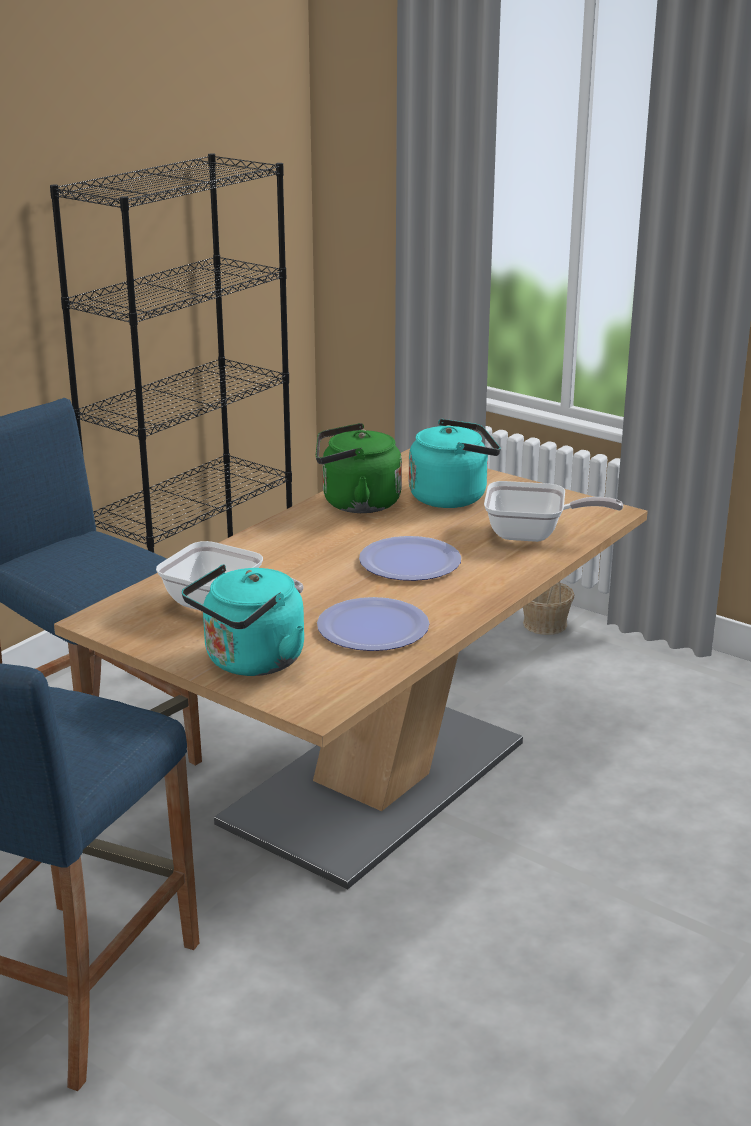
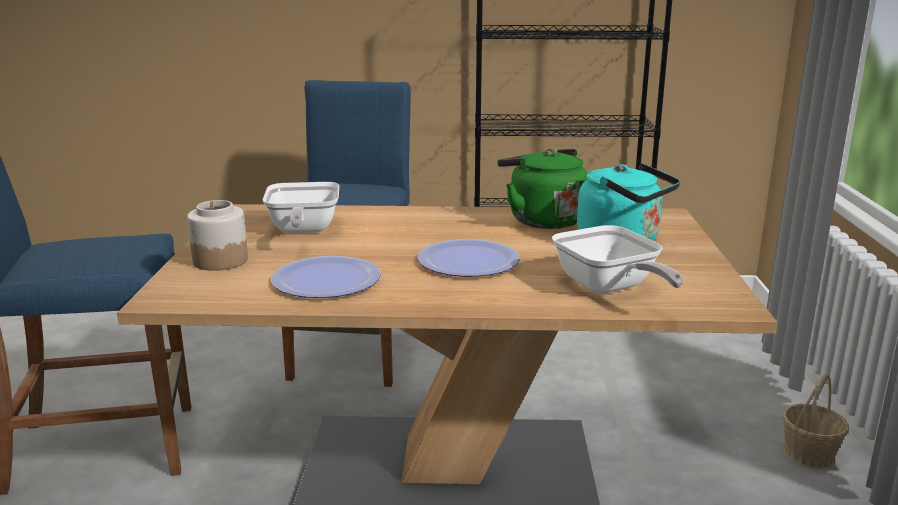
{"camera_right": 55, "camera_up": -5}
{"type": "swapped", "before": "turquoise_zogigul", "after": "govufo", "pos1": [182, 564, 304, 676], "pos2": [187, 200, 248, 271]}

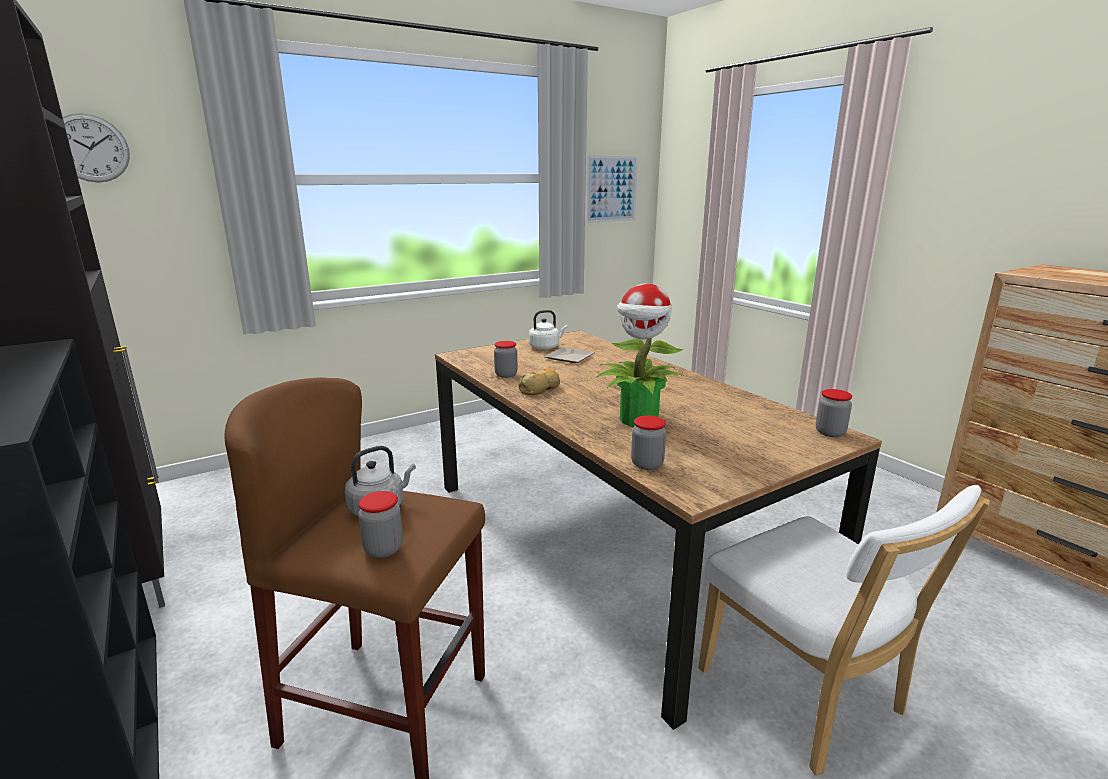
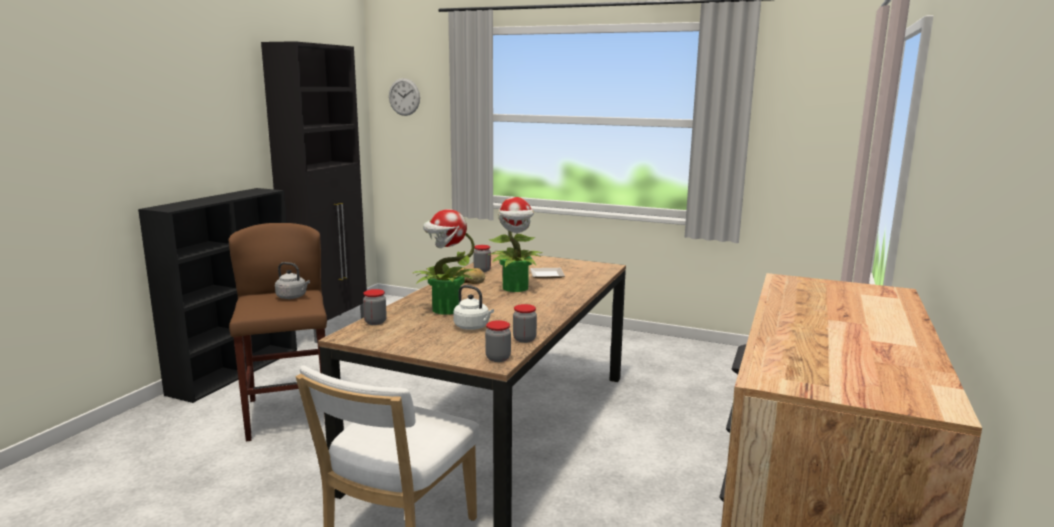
{"camera_right": 55, "camera_up": -5}
{"type": "gone", "before": "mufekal", "pos1": [586, 156, 638, 223]}
{"type": "shifted", "before": "white_zogigul", "pos1": [529, 310, 568, 350], "pos2": [453, 285, 494, 330]}
{"type": "shifted", "before": "govufo", "pos1": [358, 491, 403, 558], "pos2": [513, 304, 537, 343]}
{"type": "new", "after": "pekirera", "pos2": [488, 197, 542, 292]}

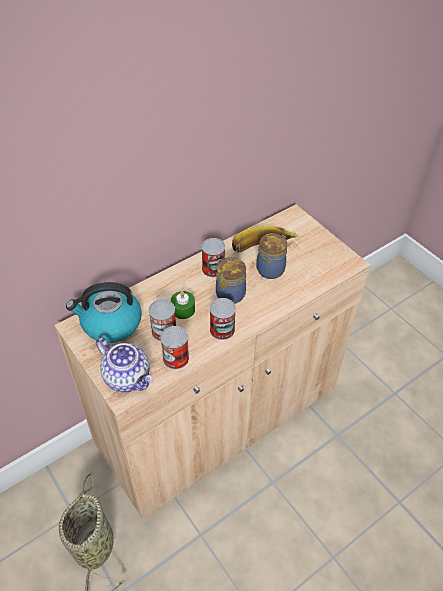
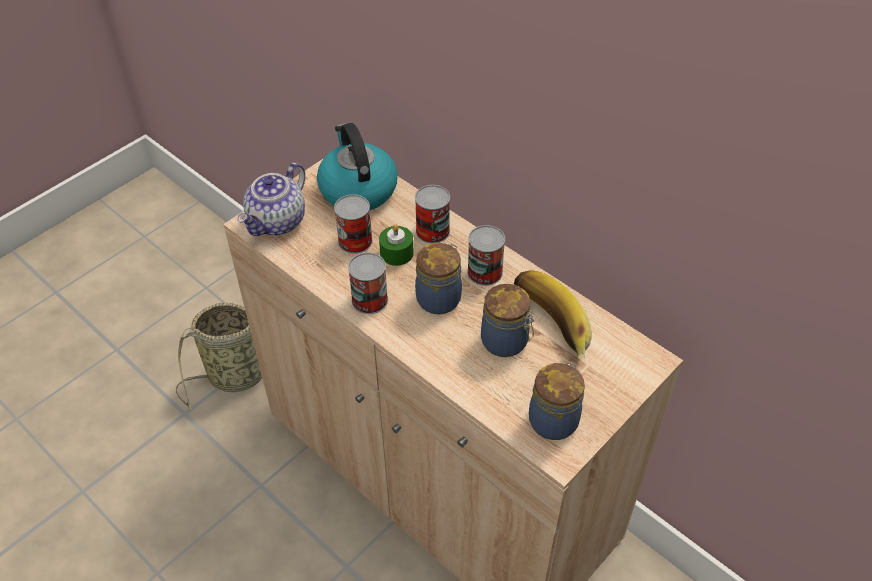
{"camera_right": 80, "camera_up": 0}
{"type": "shifted", "before": "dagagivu", "pos1": [160, 326, 189, 369], "pos2": [415, 185, 450, 244]}
{"type": "new", "after": "govufo", "pos2": [529, 362, 585, 440]}

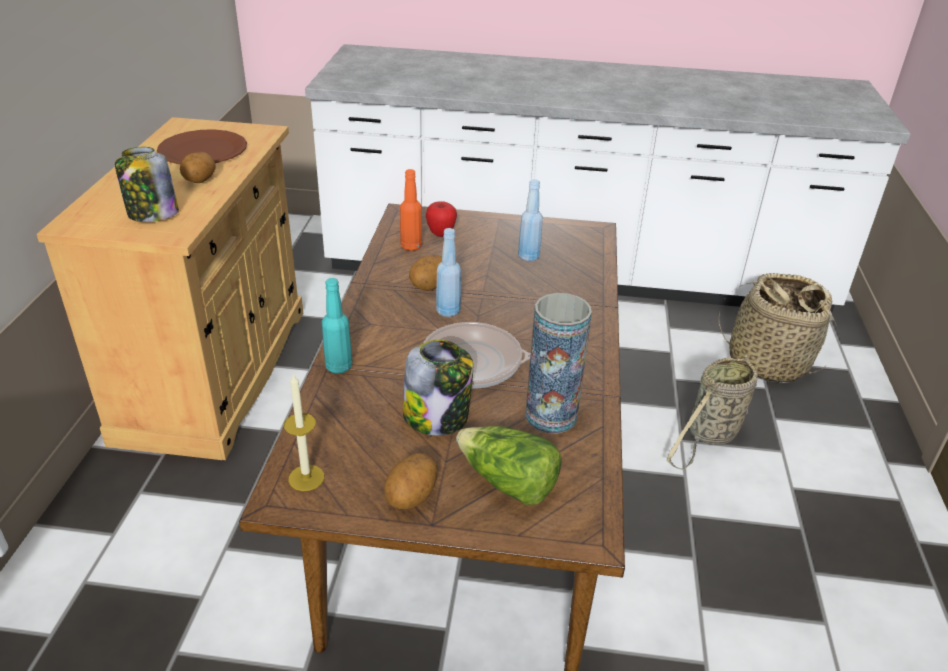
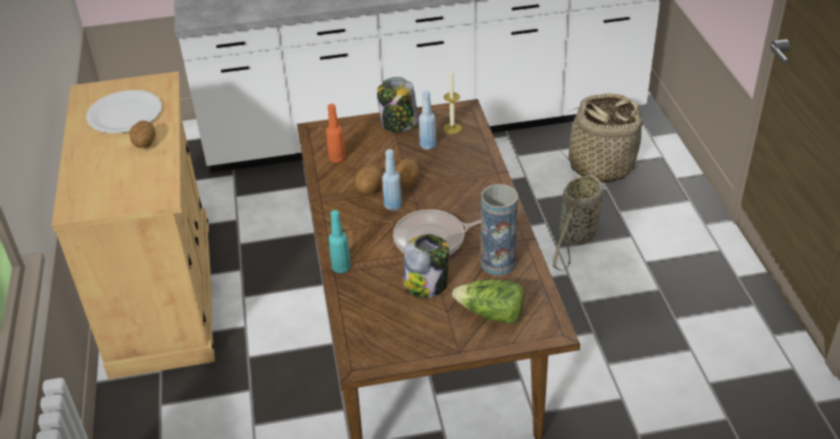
{"camera_right": -15, "camera_up": 5}
{"type": "repainted", "before": "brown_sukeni", "after": "white_sukeni", "pos1": [157, 129, 247, 164], "pos2": [86, 90, 162, 133]}
{"type": "shifted", "before": "govufo", "pos1": [115, 147, 179, 222], "pos2": [377, 77, 418, 132]}
{"type": "gone", "before": "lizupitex", "pos1": [426, 201, 457, 237]}
{"type": "shifted", "before": "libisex", "pos1": [284, 373, 324, 491], "pos2": [443, 70, 462, 134]}
{"type": "shifted", "before": "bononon", "pos1": [384, 453, 437, 509], "pos2": [396, 159, 419, 189]}

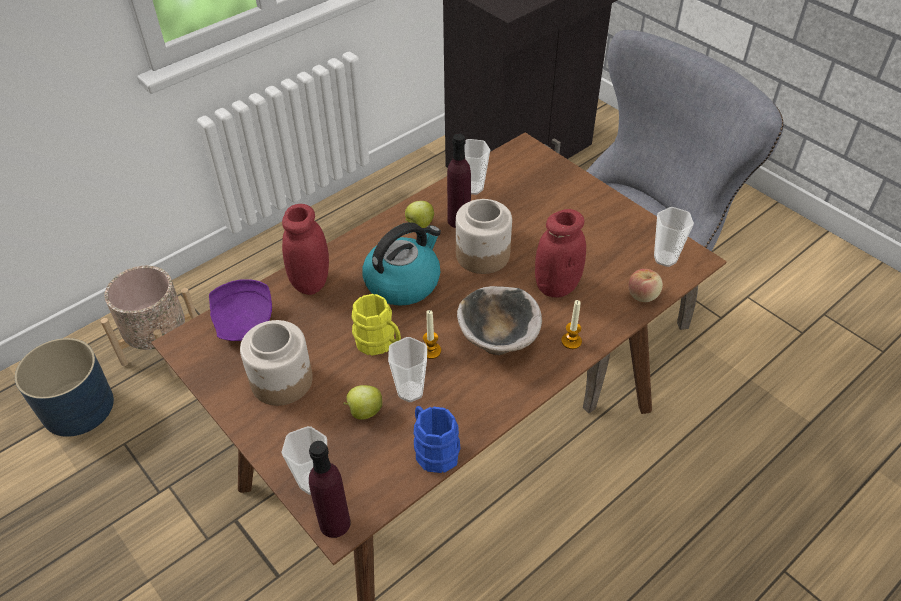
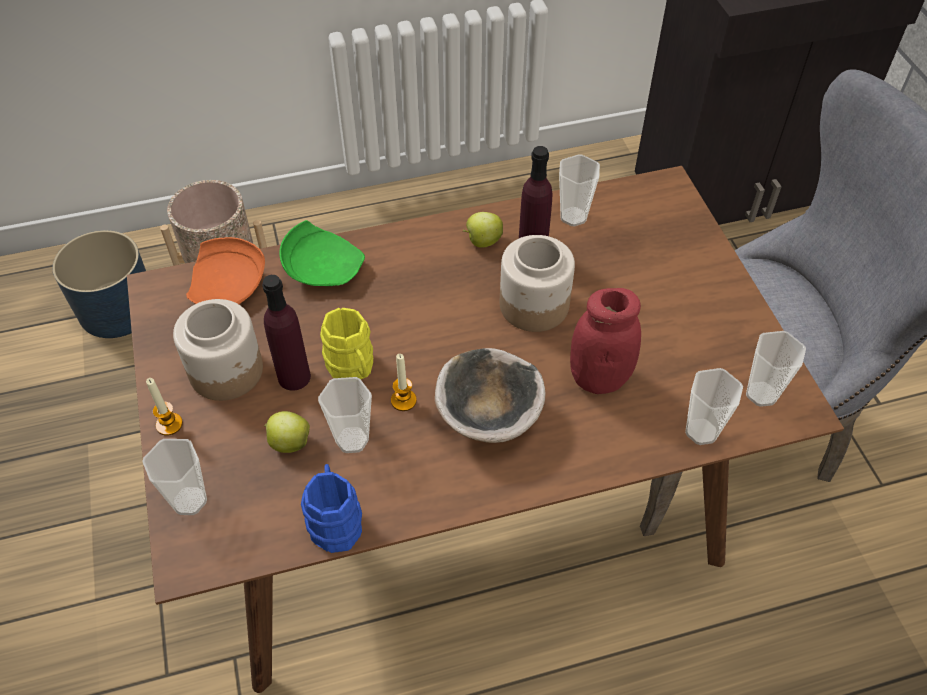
{"camera_right": 25, "camera_up": 5}
{"type": "swapped", "before": "red_govufo", "after": "green_sukeni", "pos1": [282, 204, 329, 295], "pos2": [279, 220, 365, 286]}
{"type": "gone", "before": "zogigul", "pos1": [363, 222, 441, 306]}
{"type": "swapped", "before": "lizupitex", "after": "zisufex", "pos1": [628, 269, 663, 302], "pos2": [685, 368, 743, 445]}
{"type": "repainted", "before": "purple_sukeni", "after": "orange_sukeni", "pos1": [209, 279, 272, 341], "pos2": [186, 237, 265, 304]}
{"type": "shifted", "before": "libisex", "pos1": [561, 300, 582, 349], "pos2": [146, 378, 183, 436]}
{"type": "shifted", "before": "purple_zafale", "pos1": [309, 441, 351, 538], "pos2": [262, 275, 311, 391]}

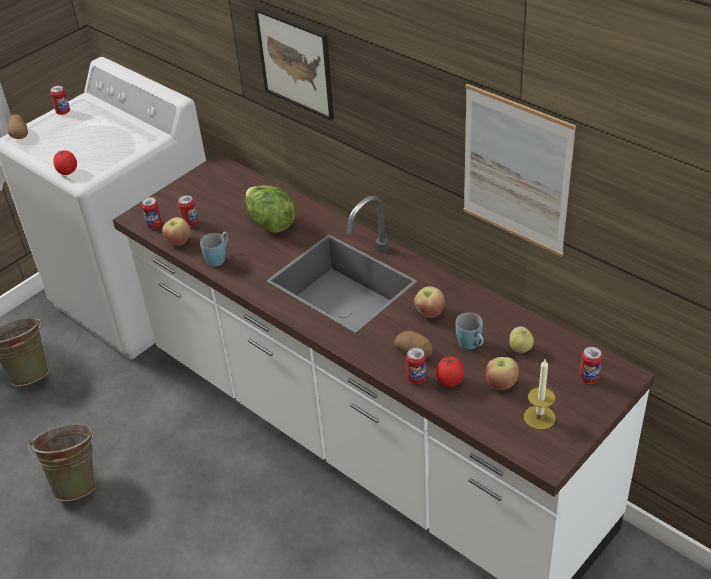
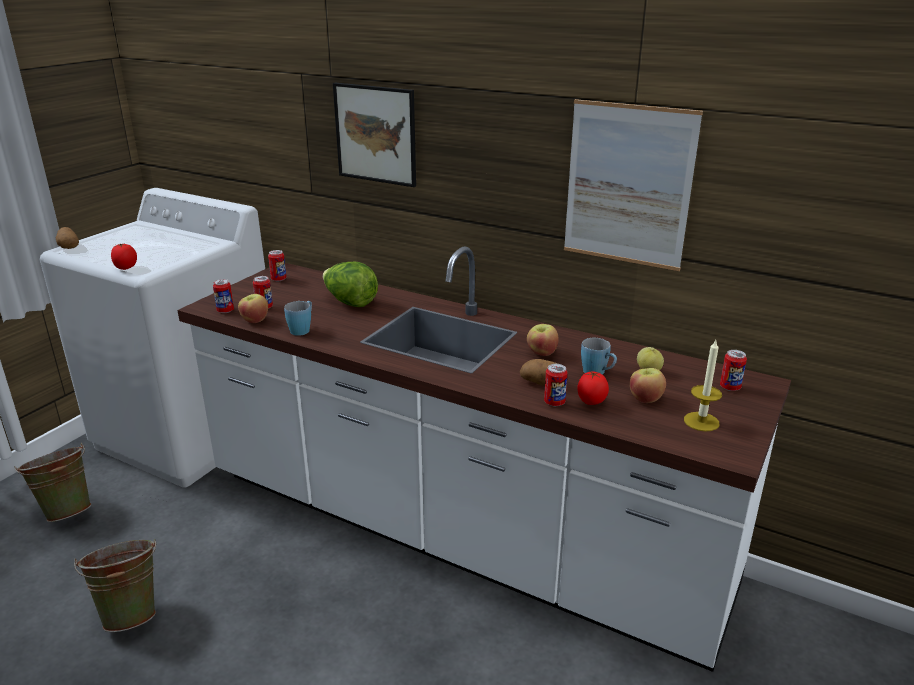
{"camera_right": -15, "camera_up": -15}
{"type": "shifted", "before": "dagagivu", "pos1": [50, 86, 70, 115], "pos2": [268, 250, 286, 281]}

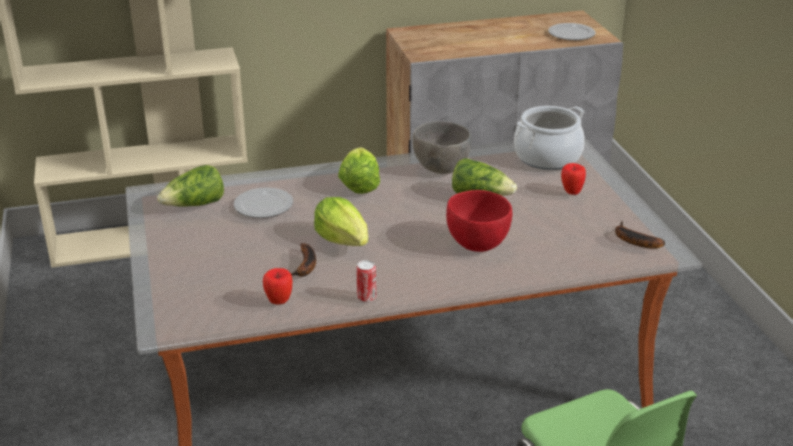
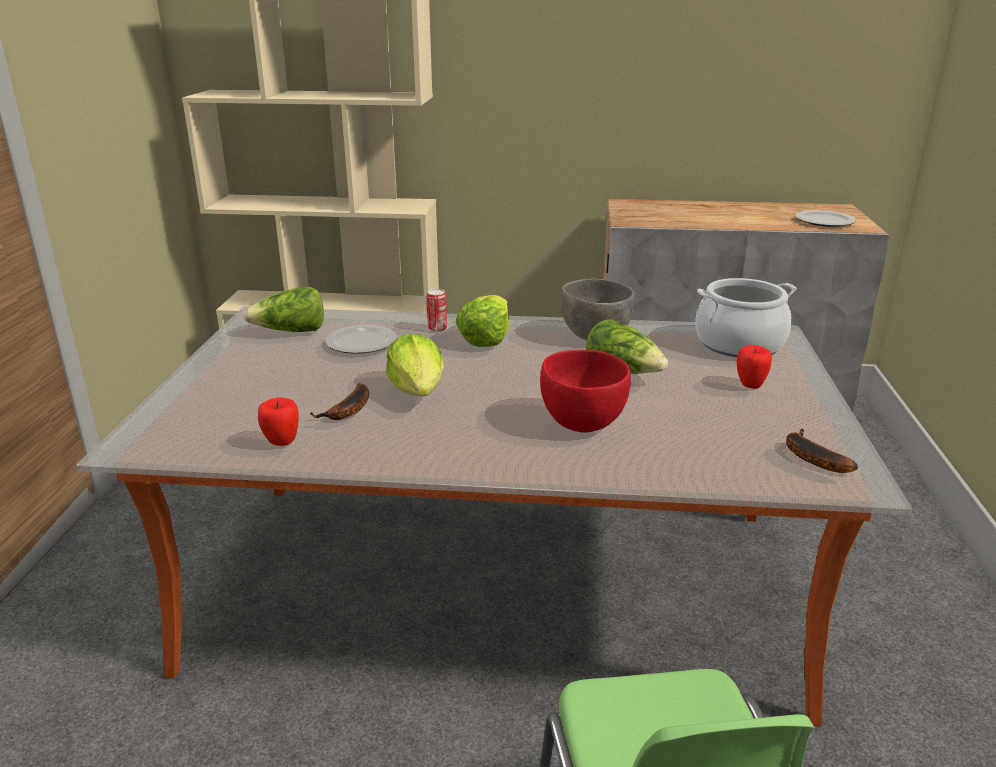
{"camera_right": 20, "camera_up": -5}
{"type": "shifted", "before": "dagagivu", "pos1": [356, 260, 376, 302], "pos2": [426, 289, 447, 332]}

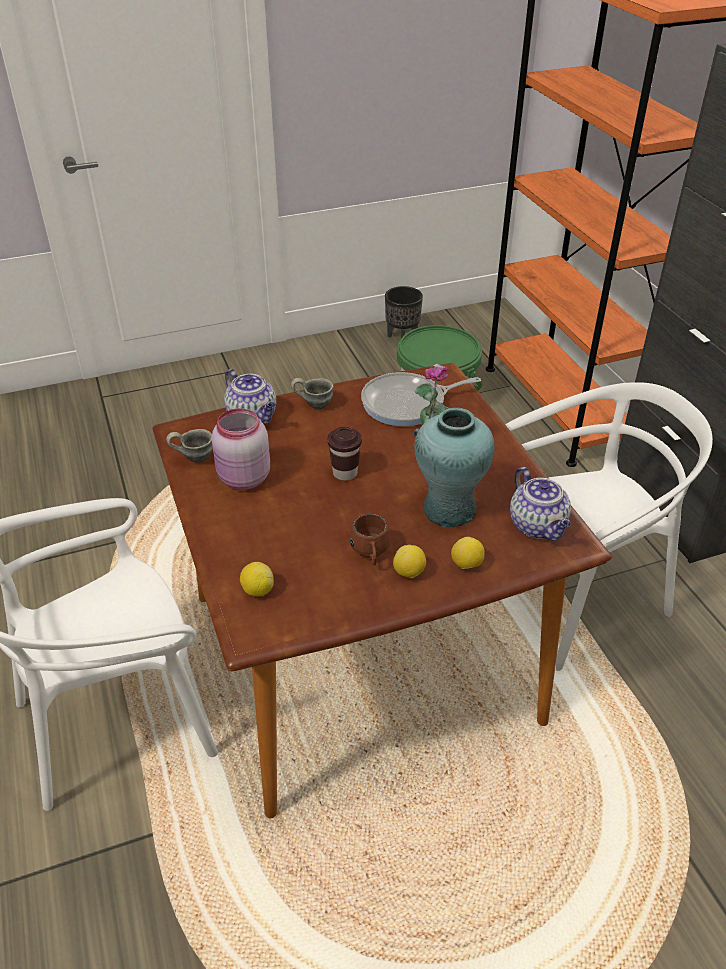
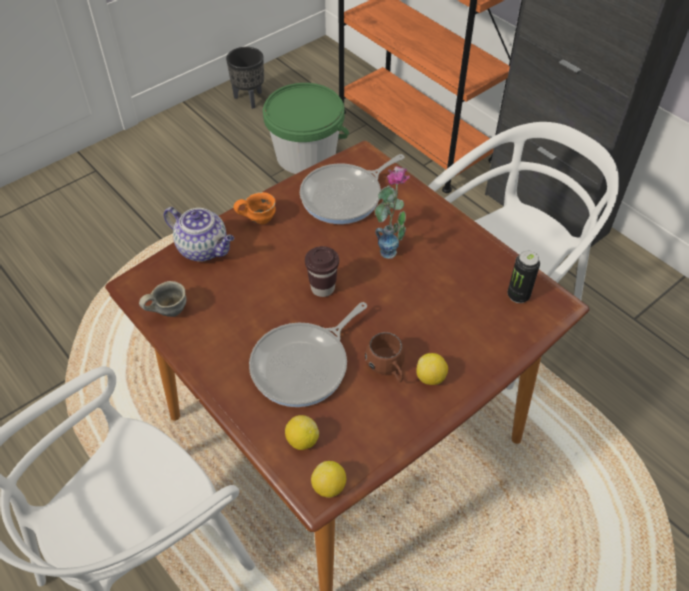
{"camera_right": -20, "camera_up": 10}
{"type": "repainted", "before": "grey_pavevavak", "after": "orange_pavevavak", "pos1": [291, 378, 333, 409], "pos2": [233, 192, 276, 224]}
{"type": "gone", "before": "pink_govufo", "pos1": [212, 408, 270, 490]}
{"type": "gone", "before": "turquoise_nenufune", "pos1": [414, 408, 495, 528]}
{"type": "swapped", "before": "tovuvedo", "after": "dagagivu", "pos1": [510, 467, 571, 541], "pos2": [507, 250, 540, 303]}
{"type": "shifted", "before": "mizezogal", "pos1": [451, 537, 485, 569], "pos2": [311, 461, 346, 498]}
{"type": "new", "after": "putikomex", "pos2": [249, 302, 367, 407]}

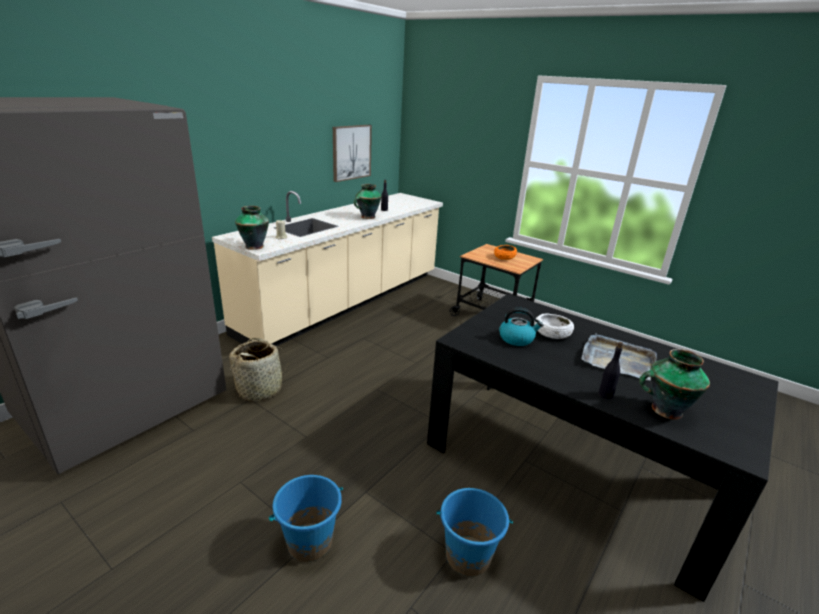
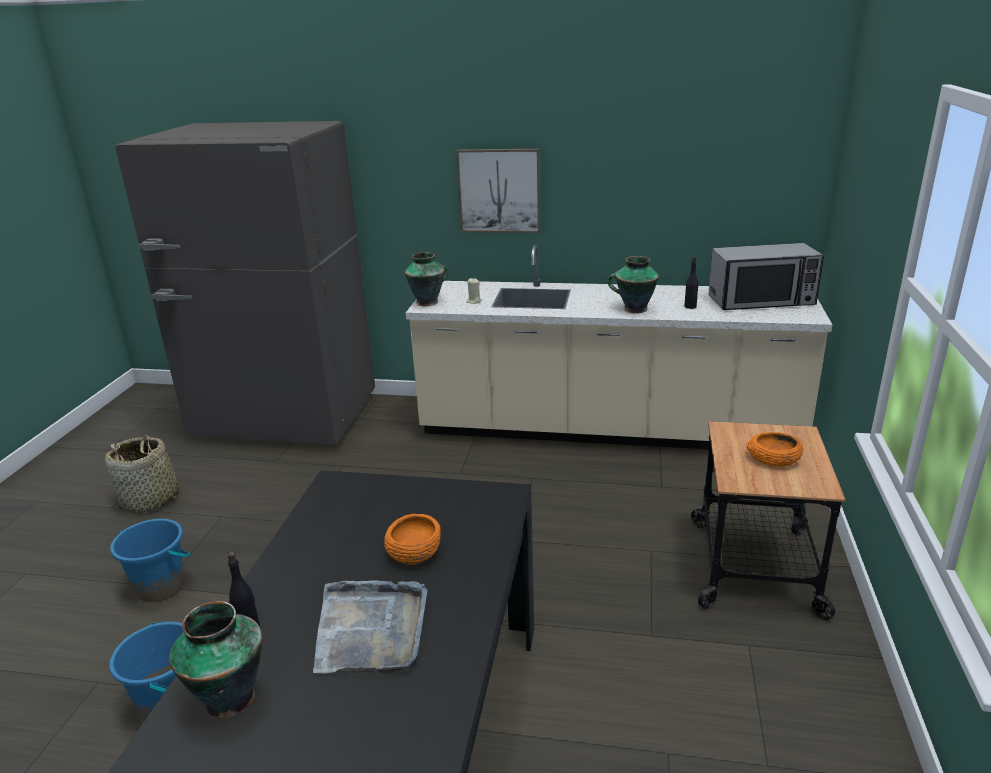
{"camera_right": 65, "camera_up": 0}
{"type": "shifted", "before": "mufekal", "pos1": [333, 125, 372, 182], "pos2": [456, 149, 540, 233]}
{"type": "gone", "before": "zogigul", "pos1": [499, 308, 543, 346]}
{"type": "repainted", "before": "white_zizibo", "after": "orange_zizibo", "pos1": [534, 313, 574, 339], "pos2": [384, 514, 441, 565]}
{"type": "shifted", "before": "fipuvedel", "pos1": [229, 338, 289, 402], "pos2": [105, 435, 180, 513]}
{"type": "new", "after": "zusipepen", "pos2": [708, 243, 824, 310]}

